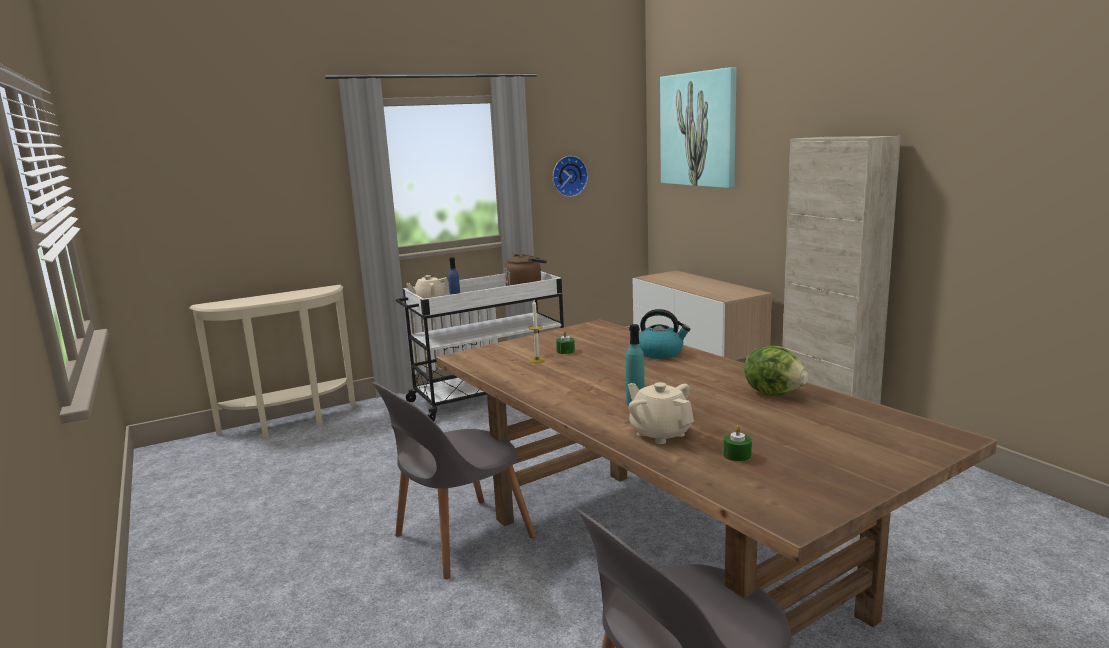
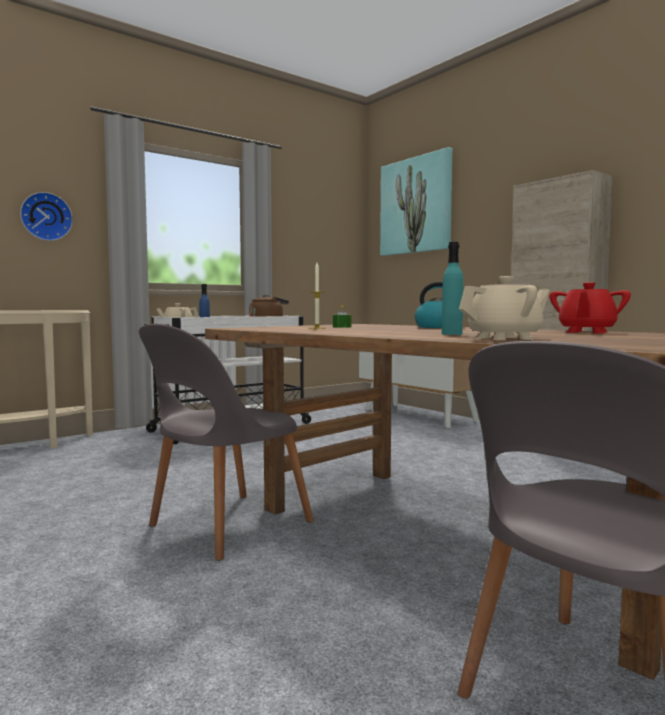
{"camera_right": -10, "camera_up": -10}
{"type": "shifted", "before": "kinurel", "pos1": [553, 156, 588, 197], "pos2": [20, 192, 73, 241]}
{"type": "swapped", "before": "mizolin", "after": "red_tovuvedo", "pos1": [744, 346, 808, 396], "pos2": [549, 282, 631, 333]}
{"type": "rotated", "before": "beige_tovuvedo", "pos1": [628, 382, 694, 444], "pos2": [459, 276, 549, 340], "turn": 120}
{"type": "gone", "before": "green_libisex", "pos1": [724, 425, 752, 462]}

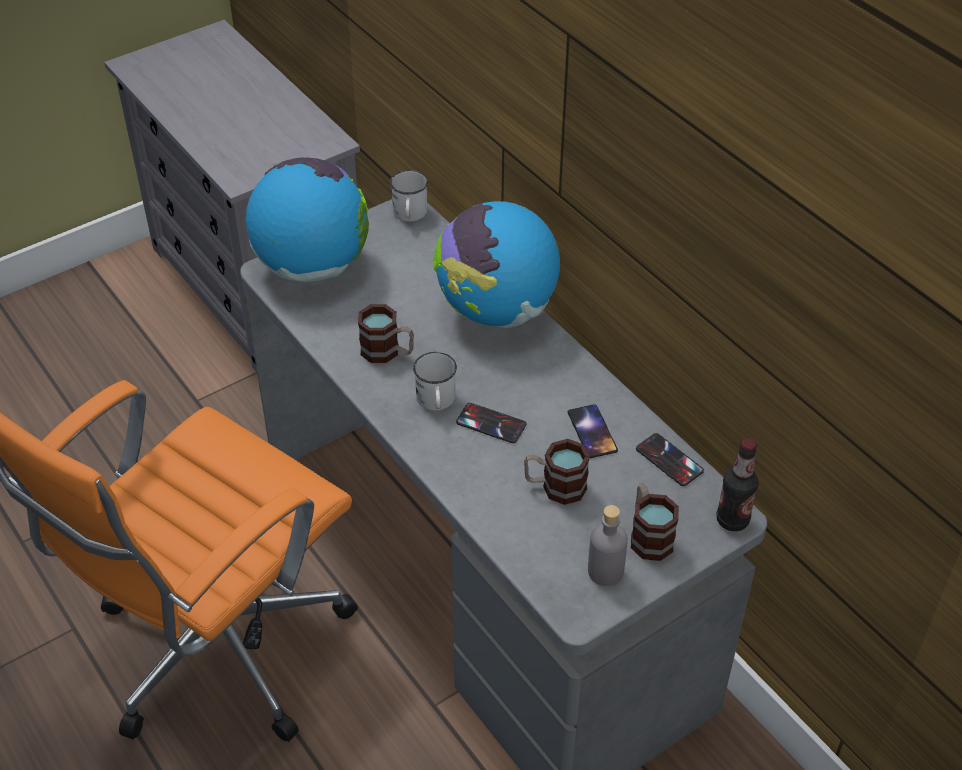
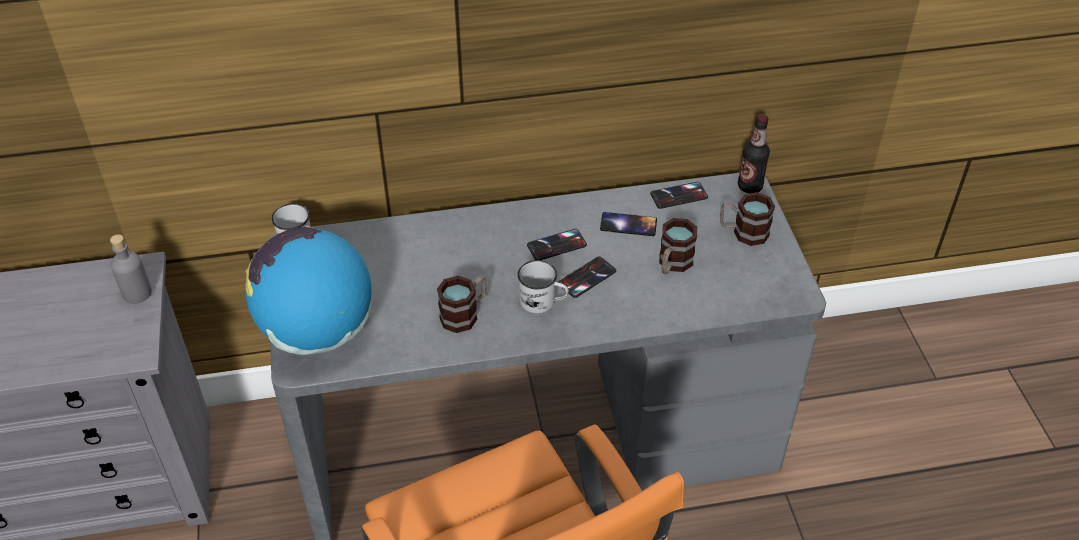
{"camera_right": -65, "camera_up": 0}
{"type": "gone", "before": "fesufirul", "pos1": [434, 201, 560, 328]}
{"type": "shifted", "before": "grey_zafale", "pos1": [588, 505, 628, 586], "pos2": [110, 234, 152, 304]}
{"type": "new", "after": "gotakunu", "pos2": [527, 229, 587, 260]}

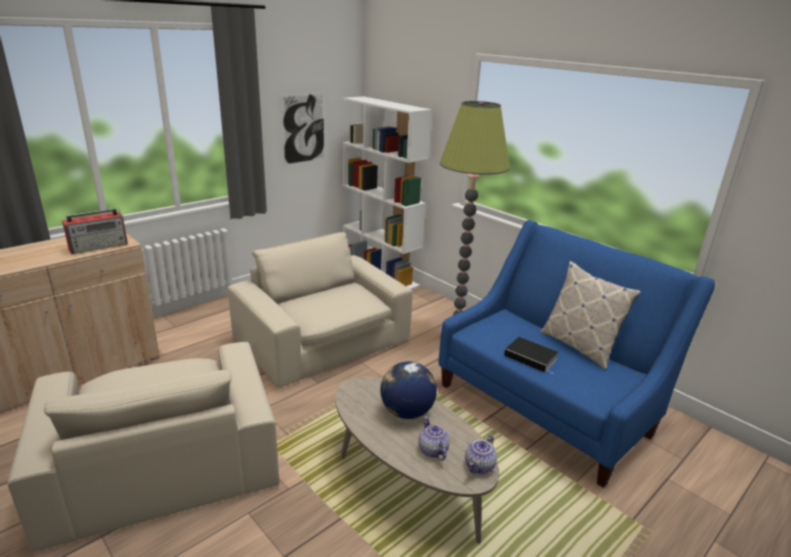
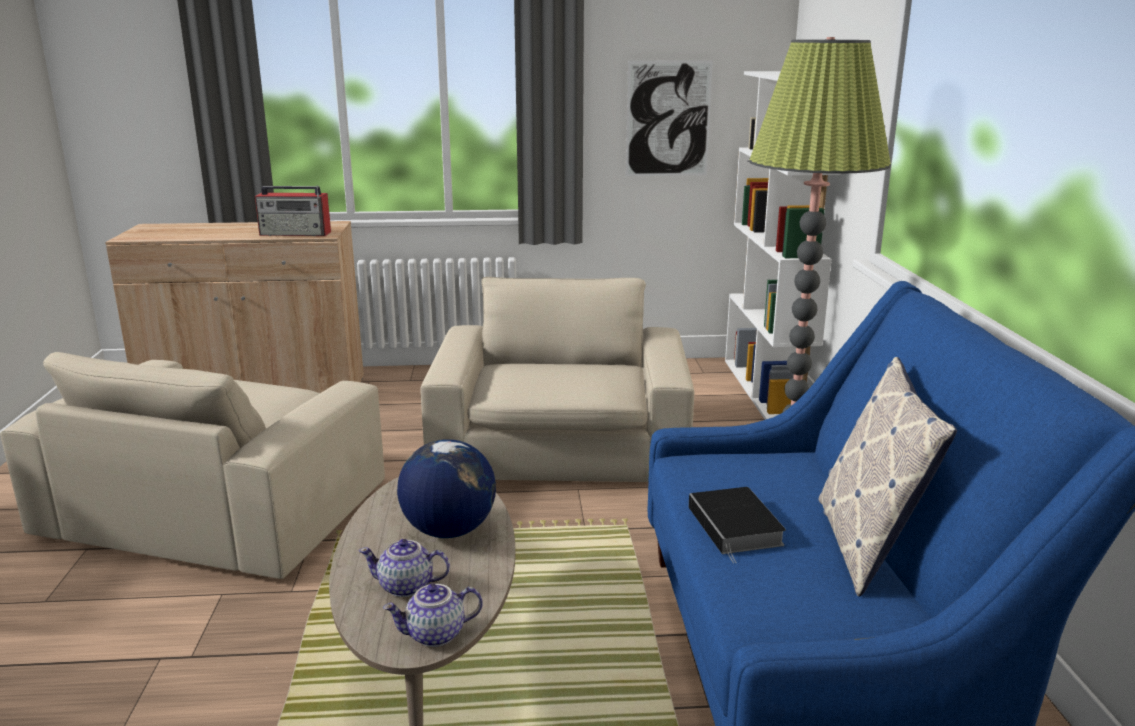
{"camera_right": 40, "camera_up": -5}
{"type": "rotated", "before": "tovuvedo", "pos1": [418, 416, 450, 460], "pos2": [359, 539, 450, 597], "turn": -105}

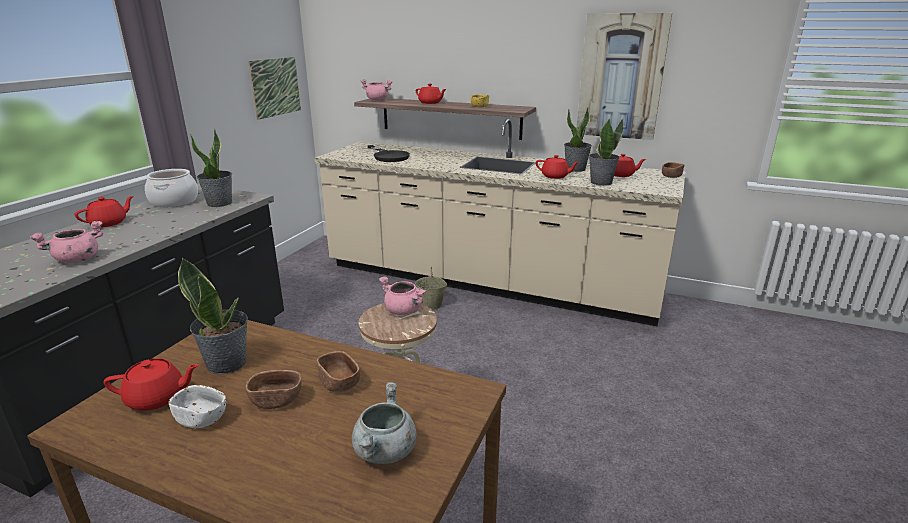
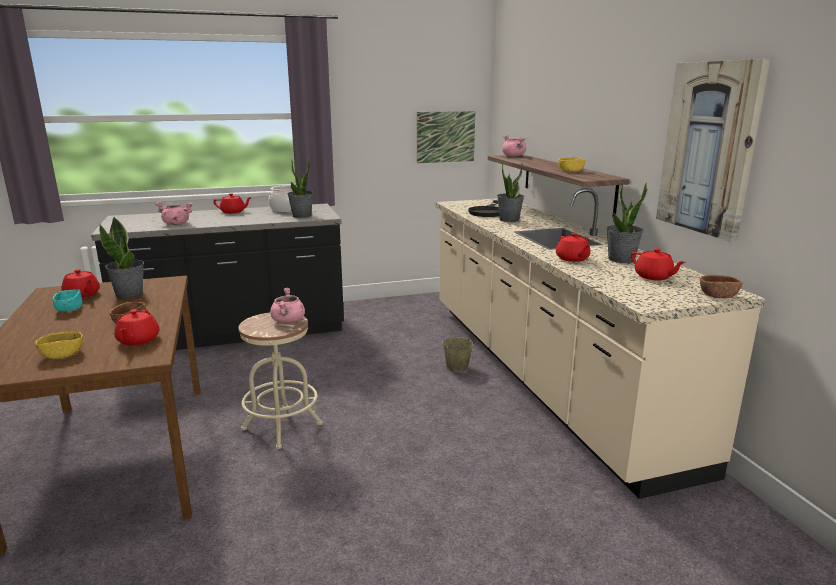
{"camera_right": 50, "camera_up": -5}
{"type": "shifted", "before": "red_tovuvedo", "pos1": [416, 84, 446, 104], "pos2": [114, 309, 160, 345]}
{"type": "shifted", "before": "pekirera", "pos1": [589, 118, 623, 186], "pos2": [497, 160, 524, 222]}
{"type": "gone", "before": "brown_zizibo", "pos1": [246, 370, 302, 409]}
{"type": "swapped", "before": "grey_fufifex", "after": "yellow_zizibo", "pos1": [352, 382, 417, 464], "pos2": [35, 331, 83, 359]}
{"type": "repainted", "before": "white_zizibo", "after": "turquoise_zizibo", "pos1": [169, 385, 226, 428], "pos2": [53, 289, 82, 312]}

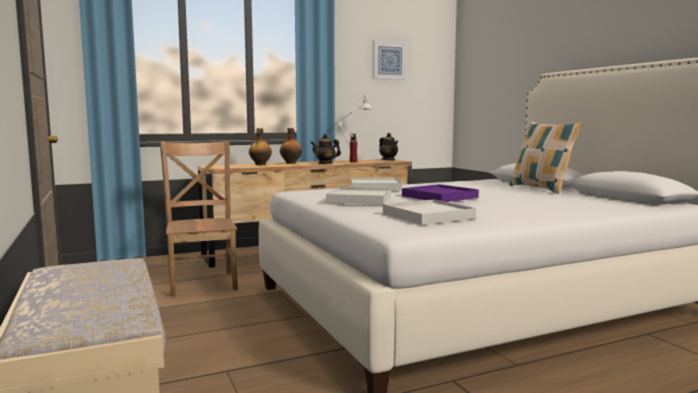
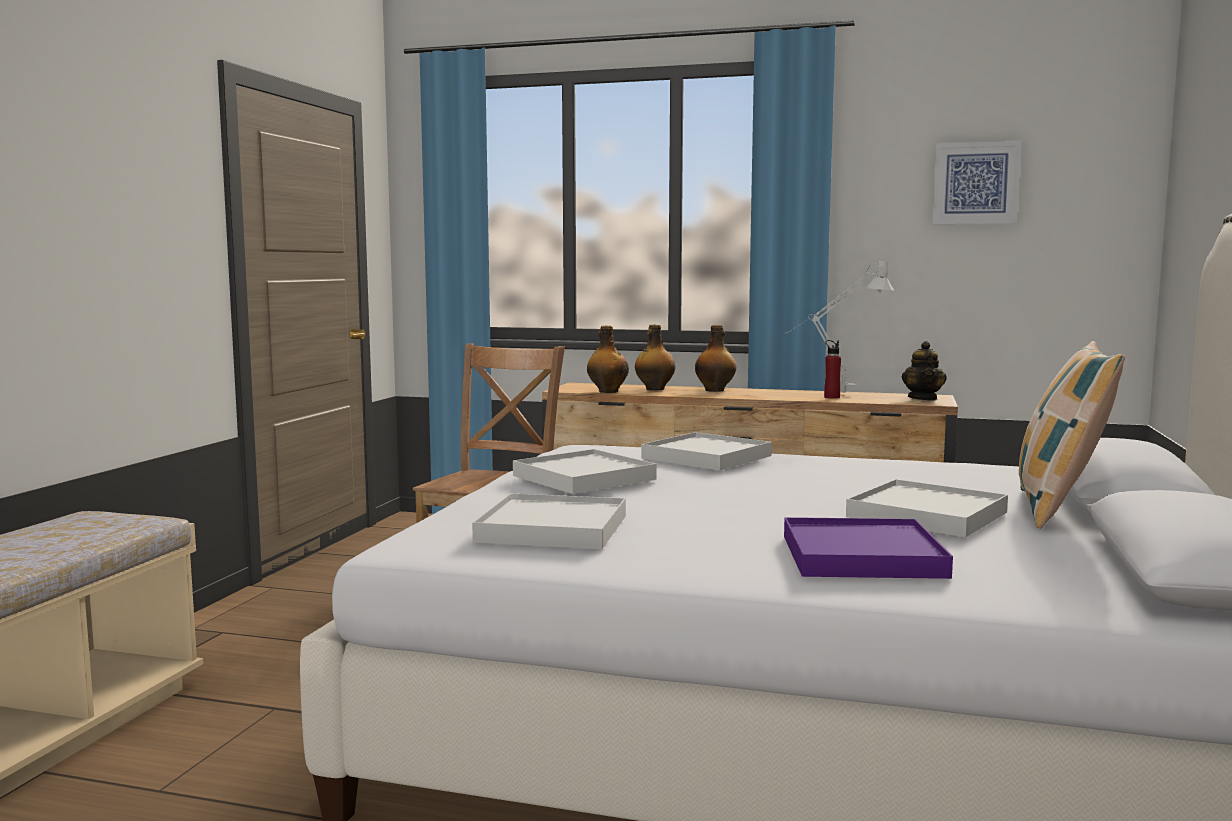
{"camera_right": 40, "camera_up": 0}
{"type": "gone", "before": "tovuvedo", "pos1": [311, 134, 341, 164]}
{"type": "shifted", "before": "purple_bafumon", "pos1": [402, 184, 479, 202], "pos2": [784, 517, 953, 579]}
{"type": "new", "after": "zafale", "pos2": [587, 326, 629, 393]}
{"type": "new", "after": "white_bafumon", "pos2": [846, 479, 1008, 537]}

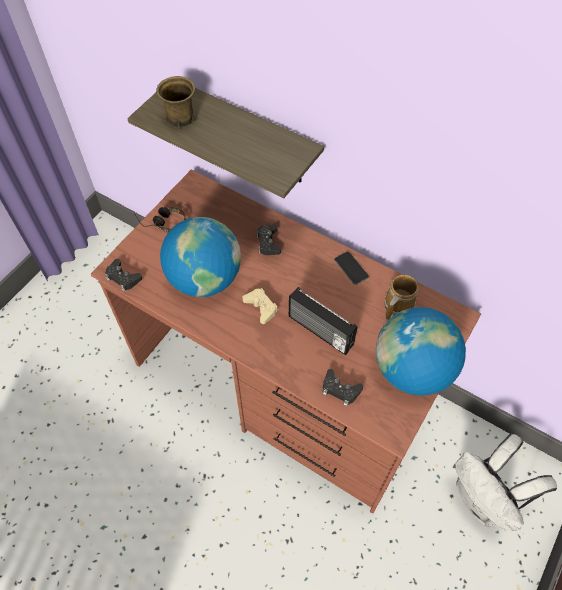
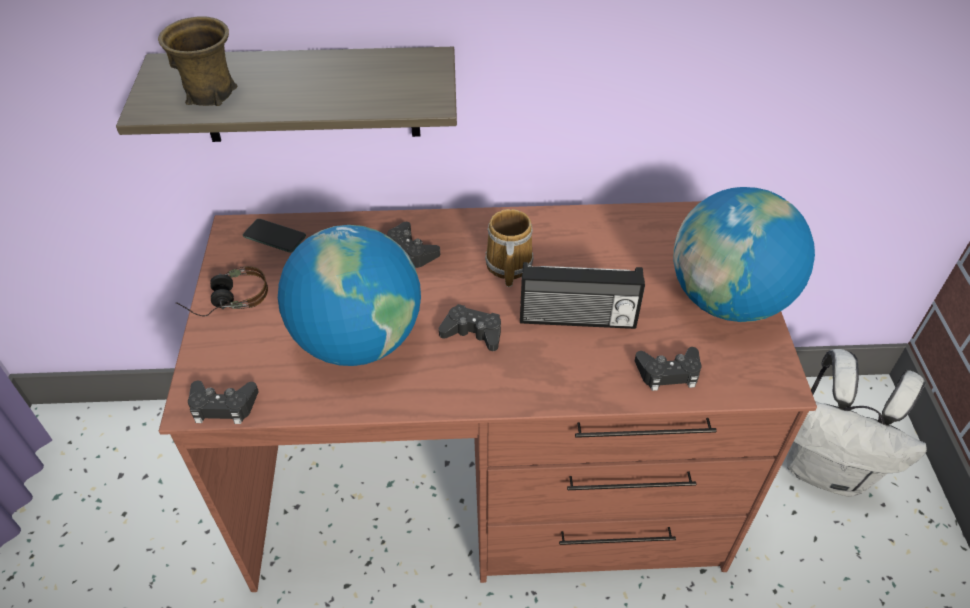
{"camera_right": -35, "camera_up": -10}
{"type": "shifted", "before": "gotakunu", "pos1": [334, 252, 369, 285], "pos2": [243, 219, 306, 252]}
{"type": "shifted", "before": "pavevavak", "pos1": [384, 275, 418, 320], "pos2": [485, 209, 534, 287]}
{"type": "repainted", "before": "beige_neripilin", "after": "black_neripilin", "pos1": [242, 288, 278, 324], "pos2": [439, 304, 501, 351]}

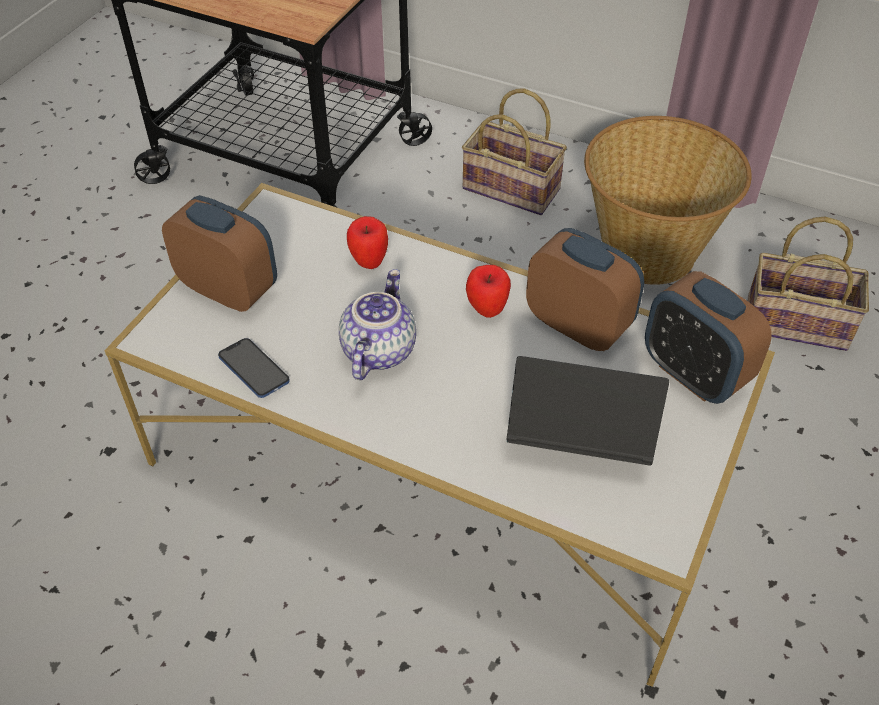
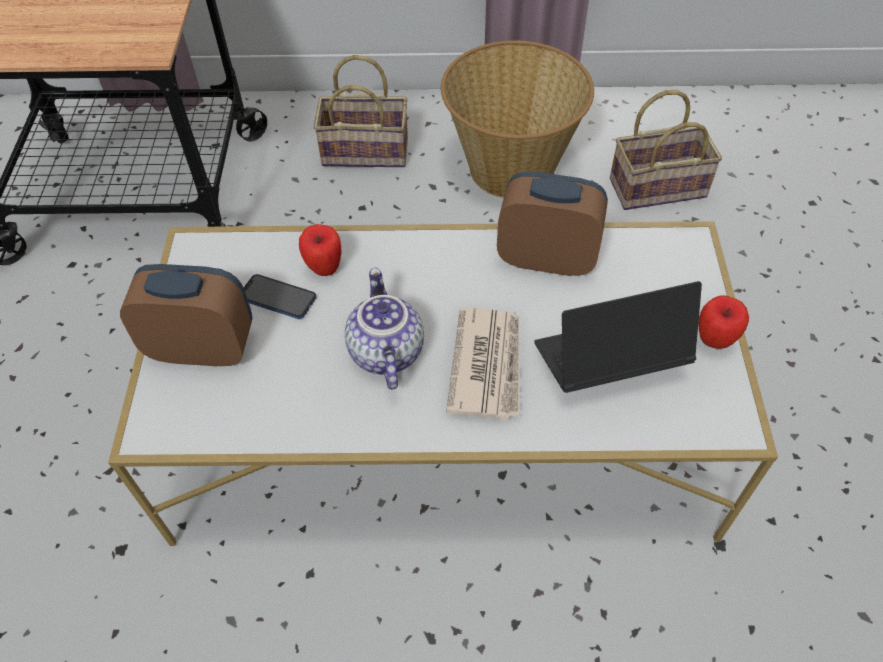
{"camera_right": -25, "camera_up": 5}
{"type": "shifted", "before": "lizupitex", "pos1": [466, 265, 511, 318], "pos2": [698, 296, 749, 349]}
{"type": "gone", "before": "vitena", "pos1": [645, 271, 772, 404]}
{"type": "shifted", "before": "gotakunu", "pos1": [218, 338, 290, 398], "pos2": [244, 274, 316, 319]}
{"type": "new", "after": "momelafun", "pos2": [446, 307, 519, 420]}

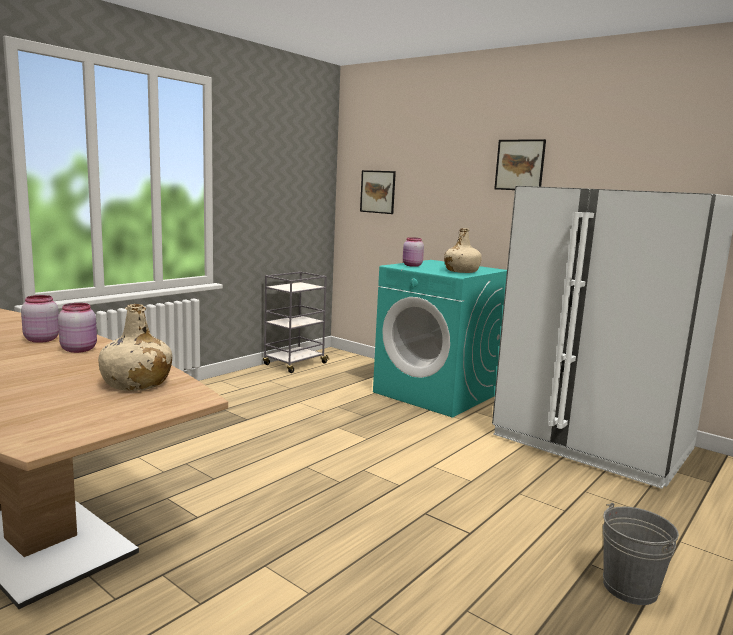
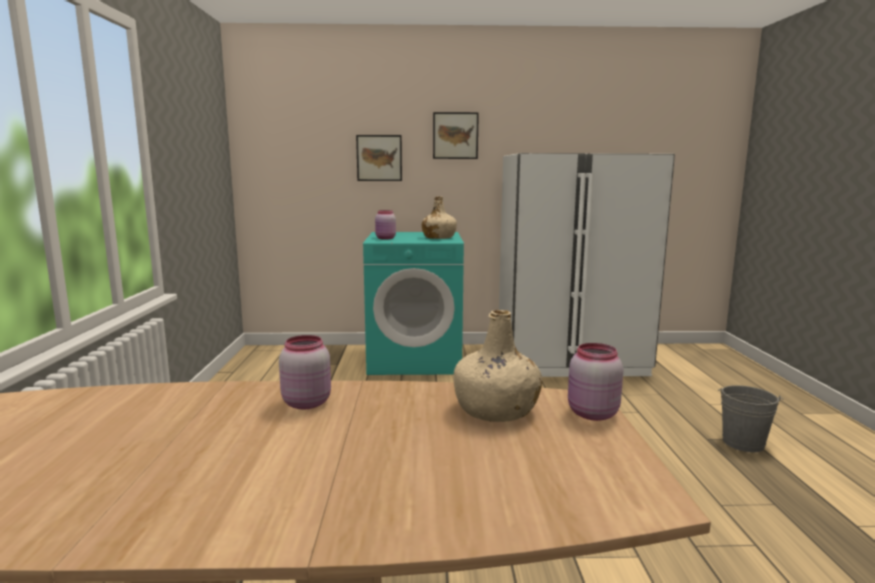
{"camera_right": -40, "camera_up": 0}
{"type": "shifted", "before": "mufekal", "pos1": [360, 170, 396, 214], "pos2": [356, 135, 402, 181]}
{"type": "gone", "before": "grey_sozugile", "pos1": [263, 272, 329, 373]}
{"type": "shifted", "before": "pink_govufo", "pos1": [21, 295, 59, 343], "pos2": [568, 343, 623, 421]}

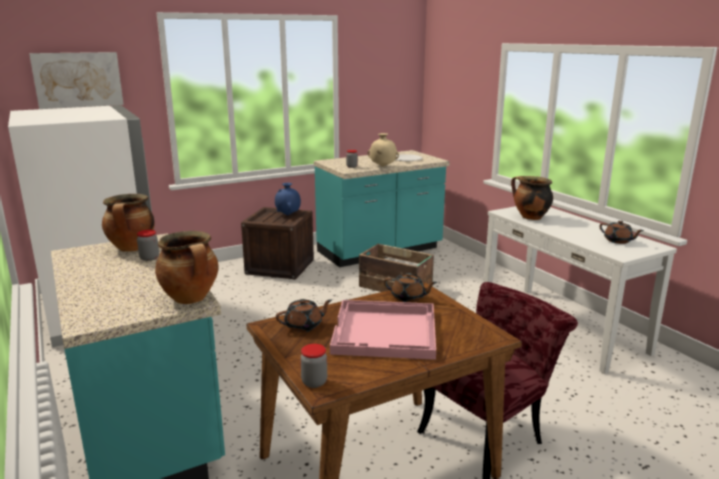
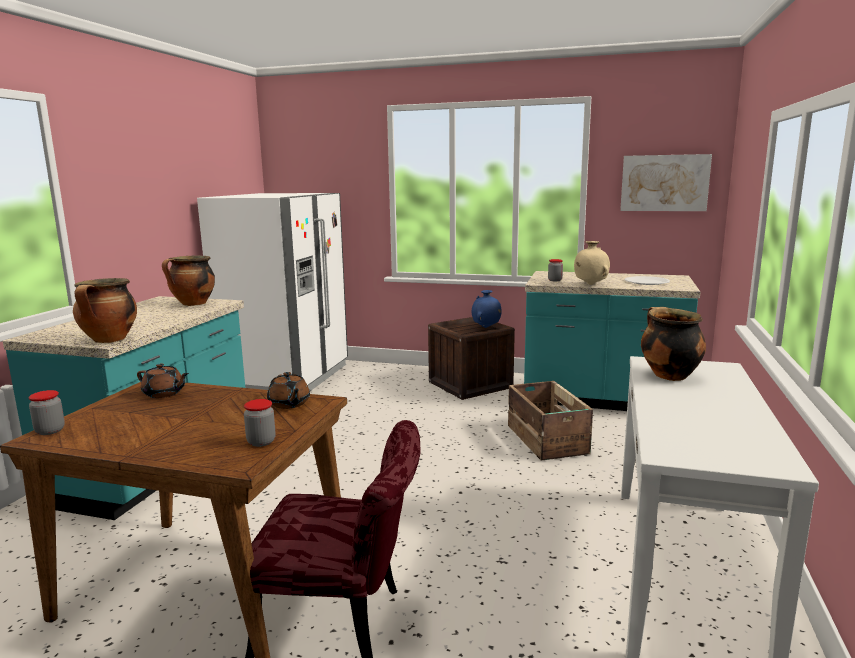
{"camera_right": 45, "camera_up": -5}
{"type": "shifted", "before": "mufekal", "pos1": [29, 52, 124, 109], "pos2": [620, 154, 712, 211]}
{"type": "gone", "before": "brown_tovuvedo", "pos1": [599, 221, 644, 244]}
{"type": "shifted", "before": "govufo", "pos1": [137, 230, 159, 261], "pos2": [244, 399, 276, 447]}
{"type": "gone", "before": "pink_bafumon", "pos1": [330, 300, 436, 360]}

